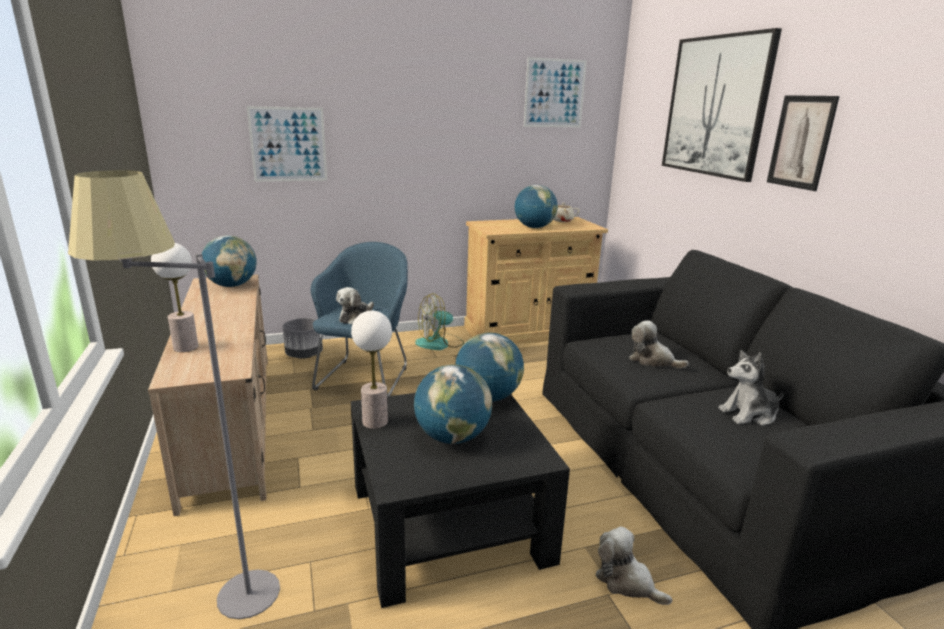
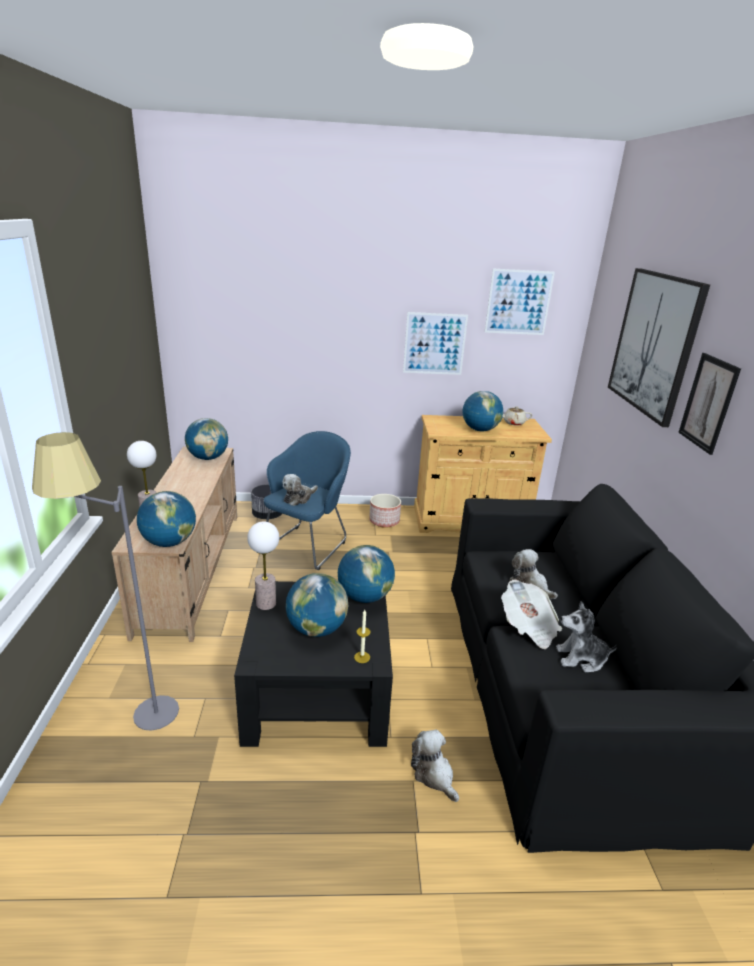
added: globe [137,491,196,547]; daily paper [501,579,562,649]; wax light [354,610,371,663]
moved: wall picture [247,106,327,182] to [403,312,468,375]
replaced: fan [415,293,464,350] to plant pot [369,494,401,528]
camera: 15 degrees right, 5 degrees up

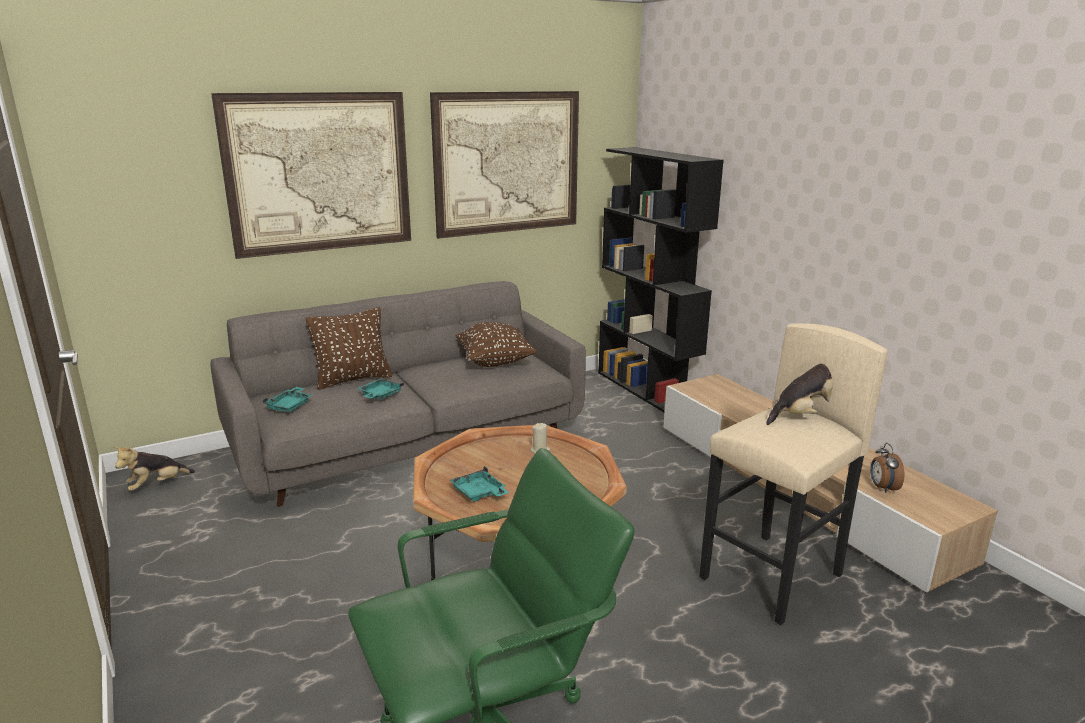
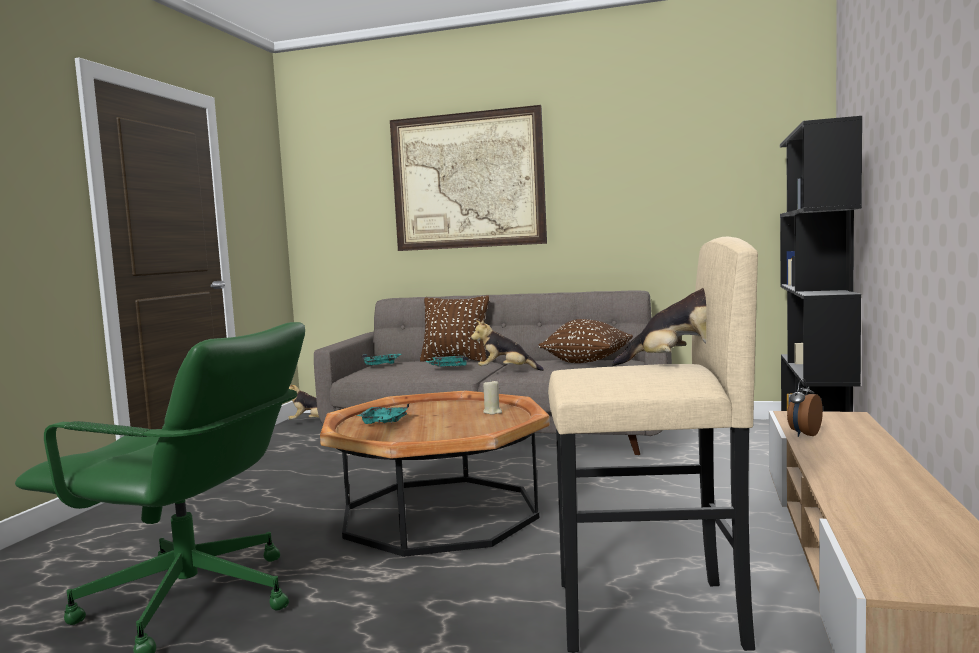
removed: wall picture [430,91,579,239]
added: soft toy [471,320,544,371]
moved: table clock [870,443,904,493] to [787,379,823,437]
camera: 45 degrees right, 15 degrees down

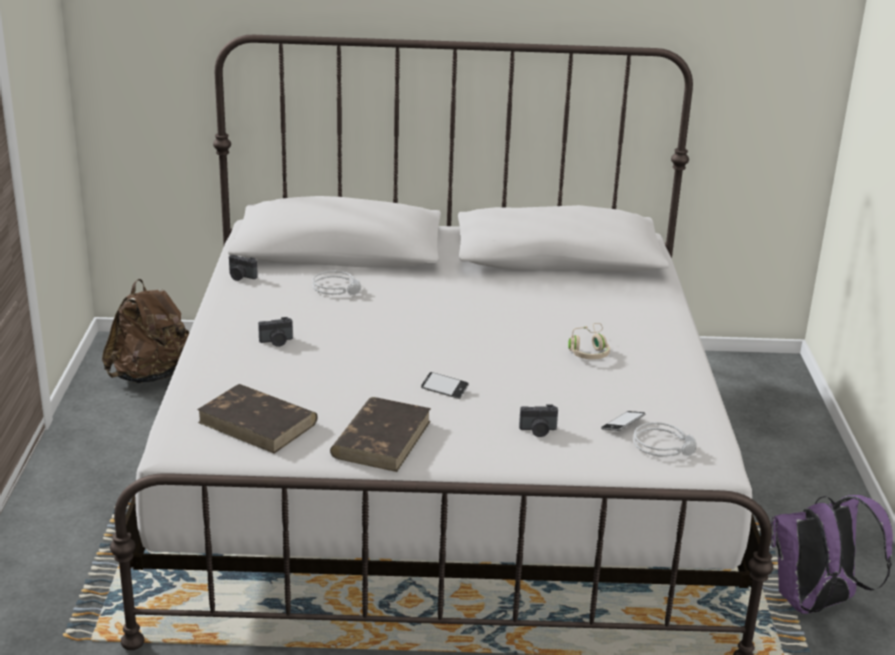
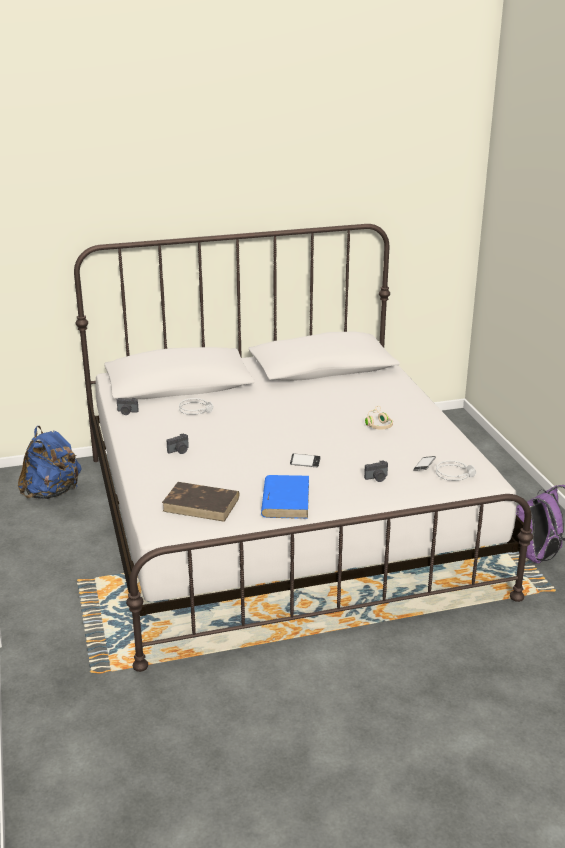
recoloured: brown backpack [102,279,189,383] to bluish backpack [18,426,81,499]; brown volume [330,397,431,472] to bluish volume [261,475,309,519]
camera: 15 degrees left, 0 degrees up

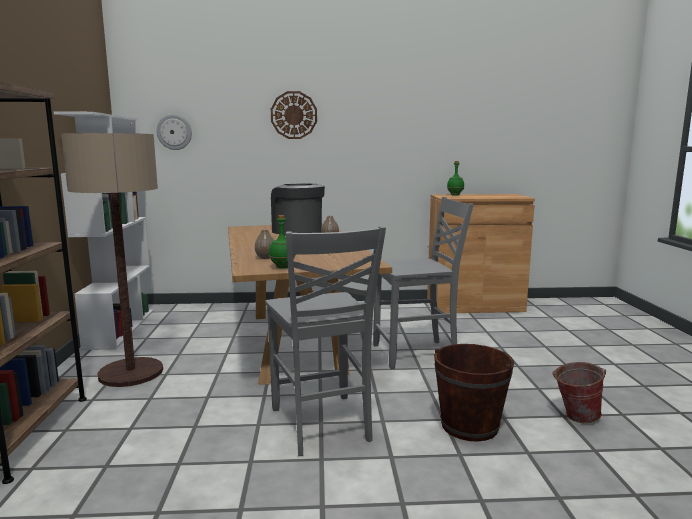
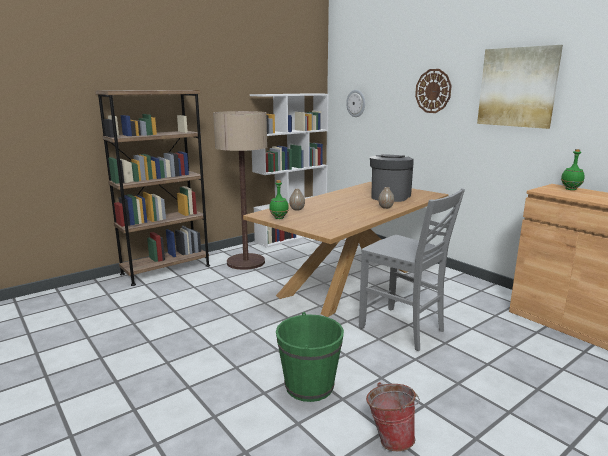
removed: grey chair [265,226,386,456]
added: wall picture [477,45,563,129]
recoloured: brown water bucket [434,344,514,442] to green-coloured water bucket [276,312,344,402]
camera: 55 degrees right, 5 degrees up

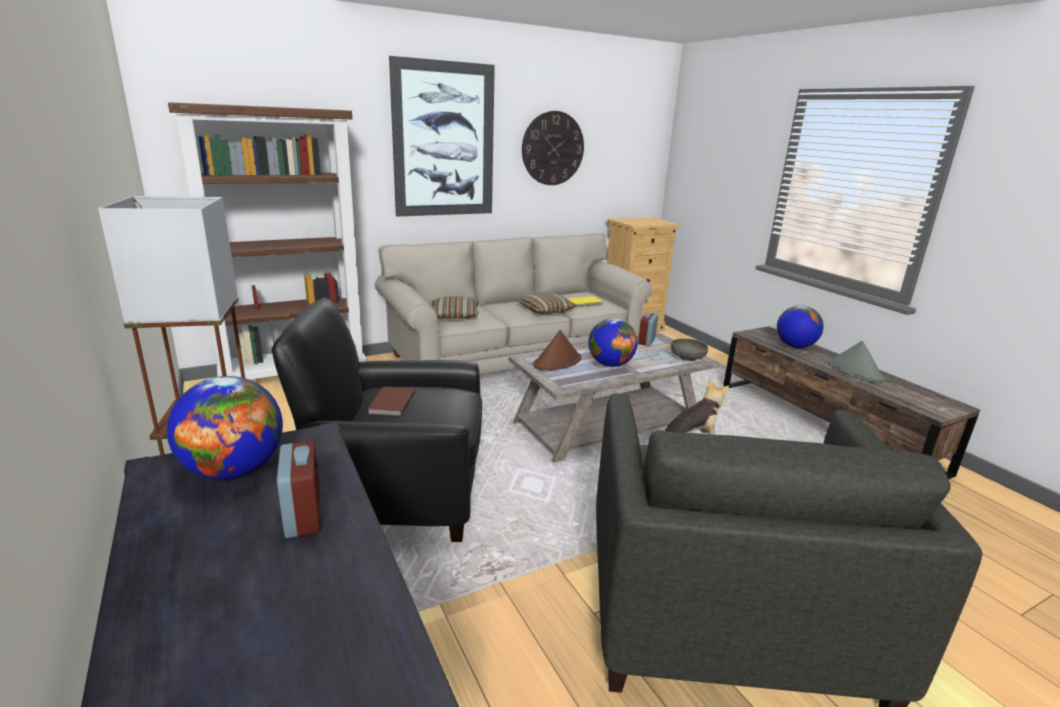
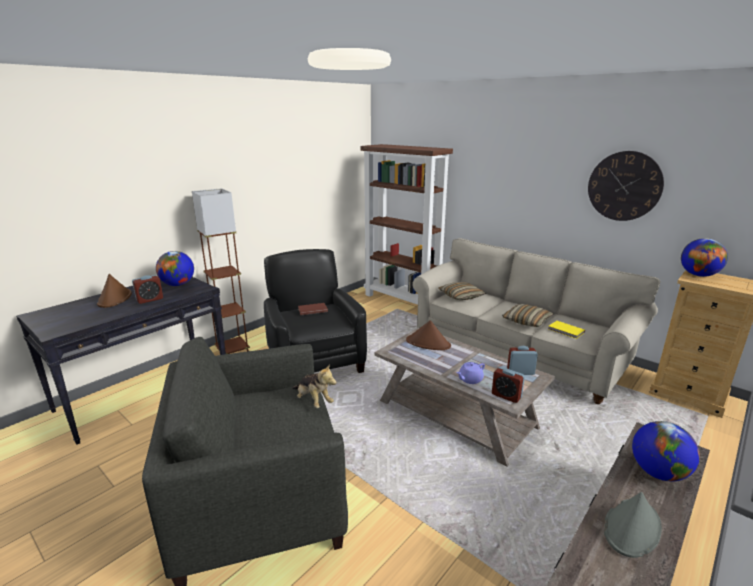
removed: wall picture [389,56,495,217]
added: brown hat [97,274,132,308]; purple pot for tea [457,362,485,384]
moved: globe [588,318,638,367] to [681,238,728,277]
replaced: grey serving bowl [671,338,708,361] to table clock [492,367,525,403]
camera: 70 degrees right, 0 degrees up

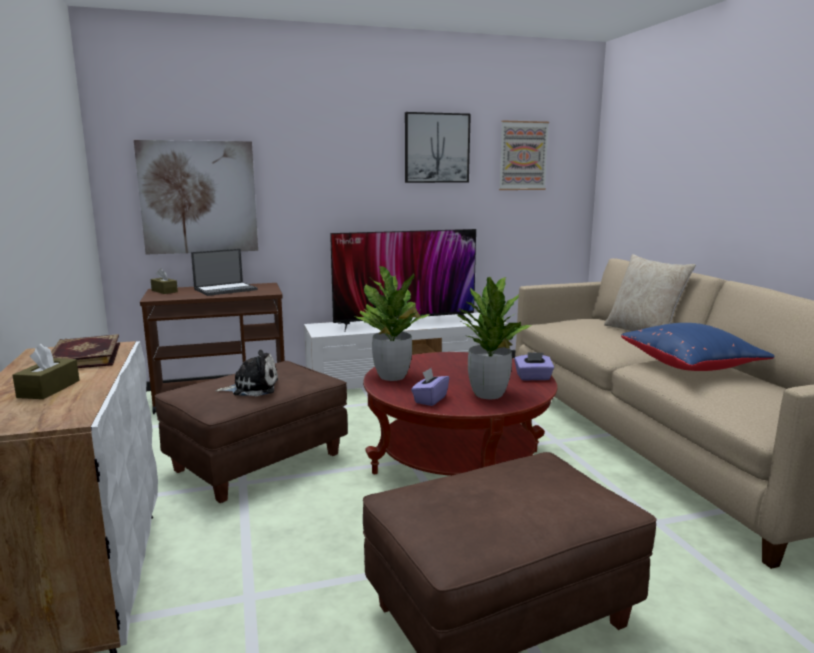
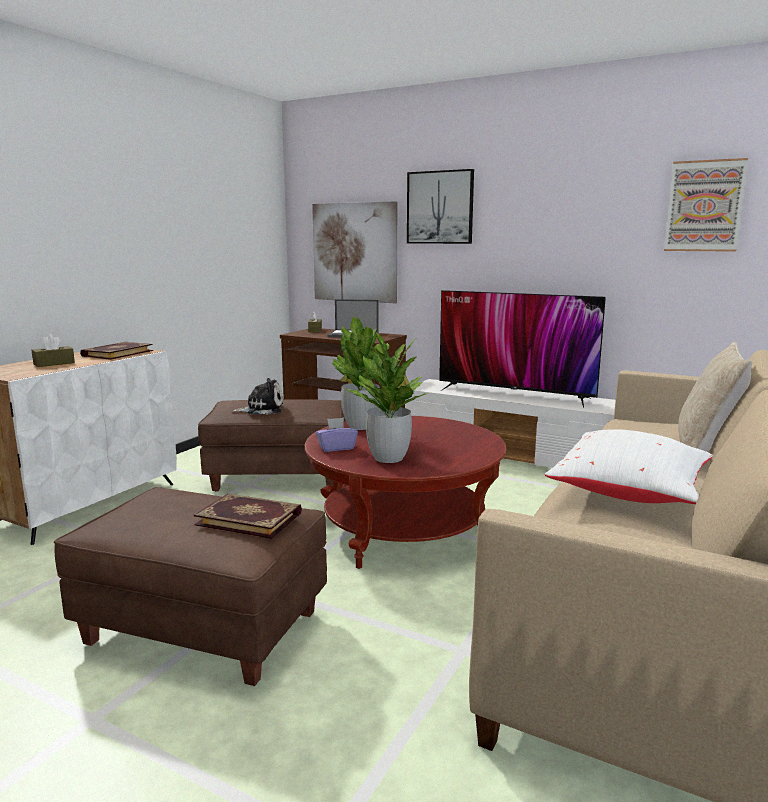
removed: purple box of tissues [514,352,554,381]
added: volume [194,494,302,539]
moved: wall picture [405,112,471,183] to [407,169,474,244]
recoloured: bluish cushion [621,323,775,371] to white-coloured cushion [545,429,713,504]
turned: soft toy [216,350,278,396] = [232,378,283,415] 45 degrees counterclockwise
camera: 45 degrees right, 0 degrees up

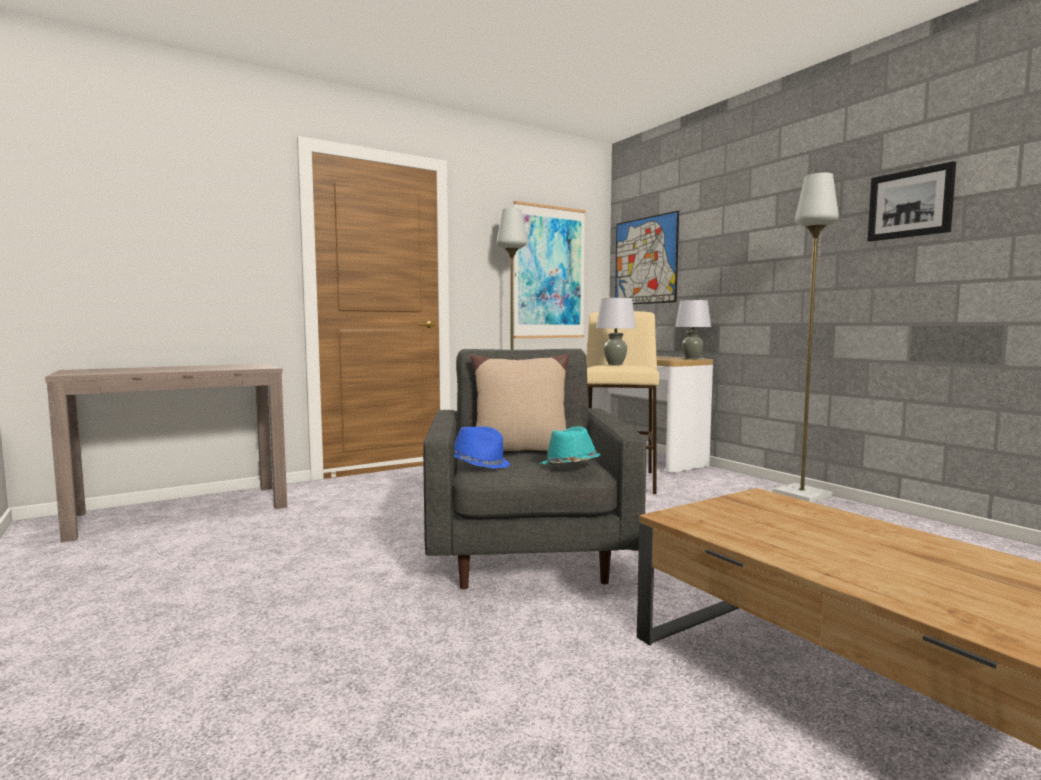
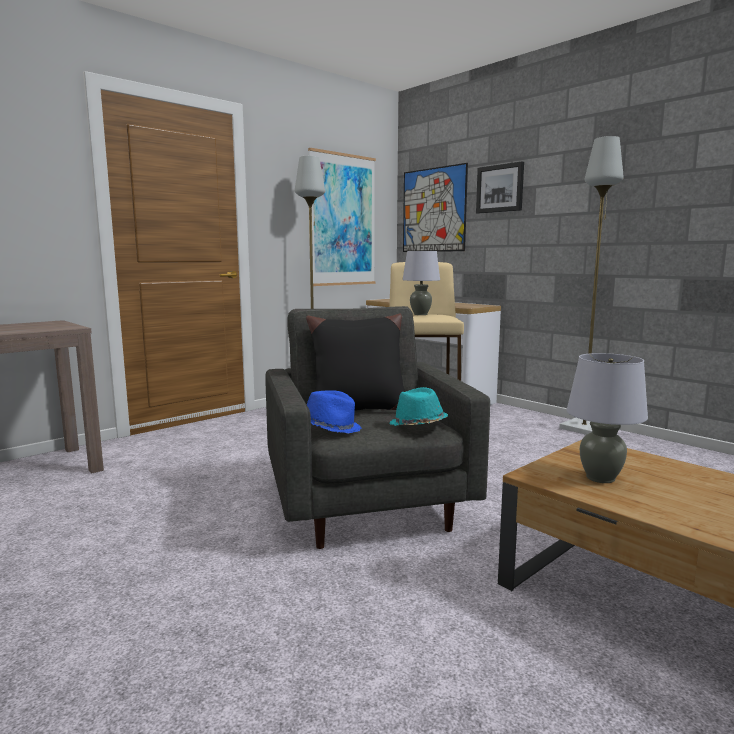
moved: wall picture [867,161,956,242] to [476,161,524,214]; grey table lamp [675,300,711,359] to [567,353,648,483]
recoloured: beige cushion [470,354,569,452] to black-coloured cushion [306,314,405,410]
camera: 10 degrees left, 5 degrees up

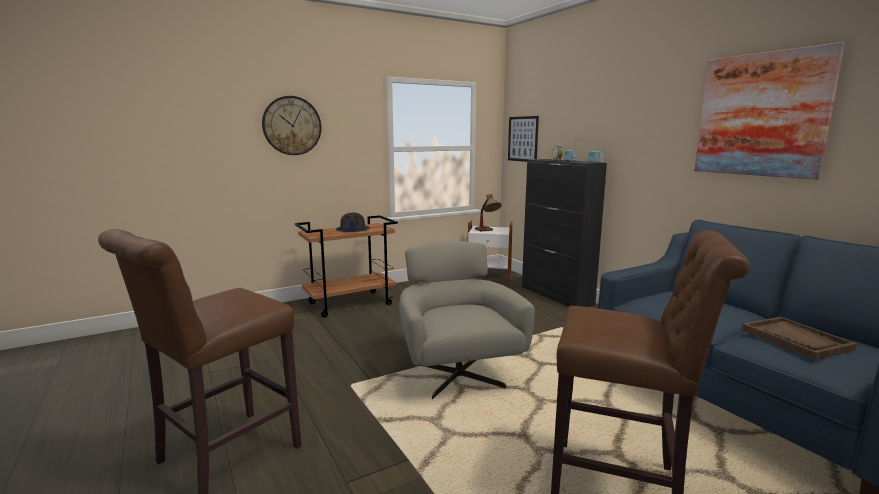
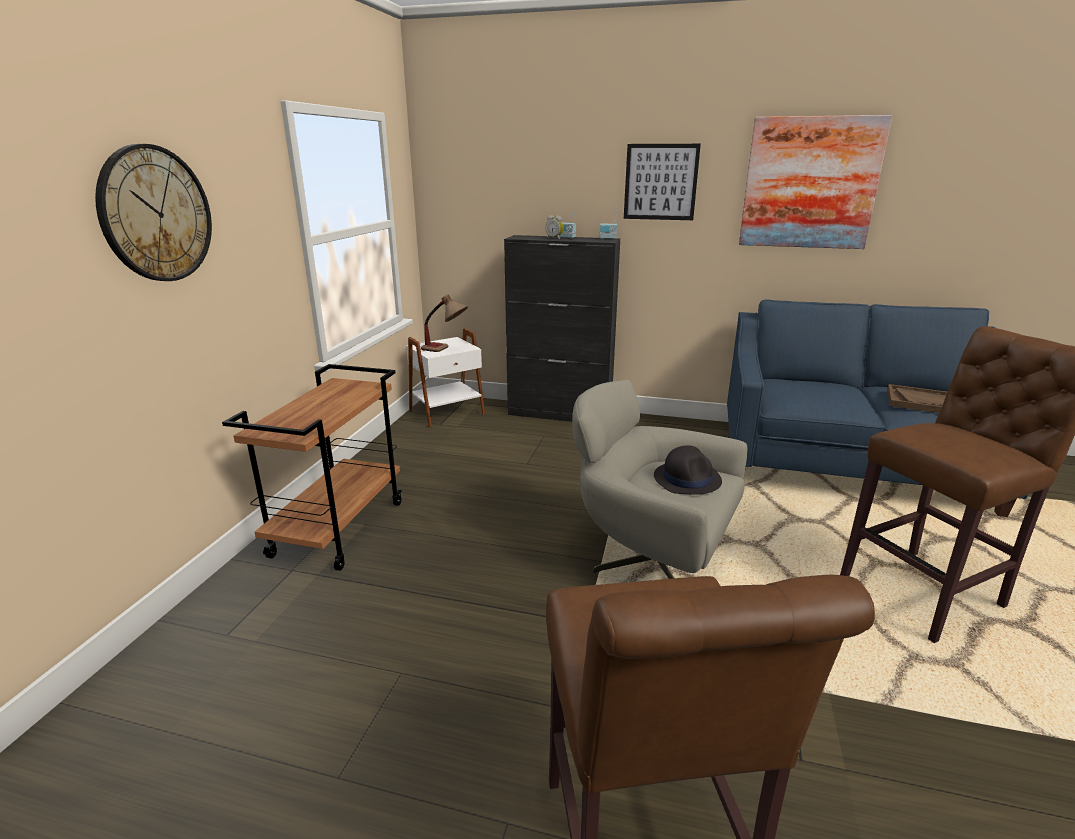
moved: wall picture [508,116,539,162] to [624,144,701,220]; black-coloured hat [336,213,370,232] to [654,446,722,495]
camera: 45 degrees left, 10 degrees up

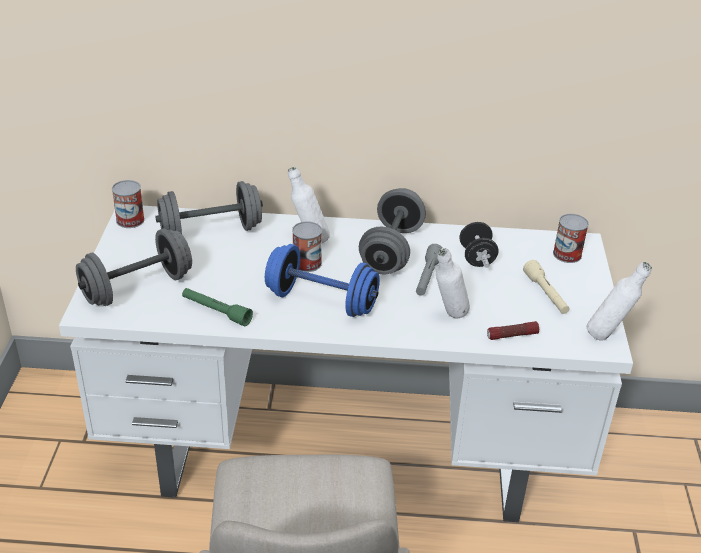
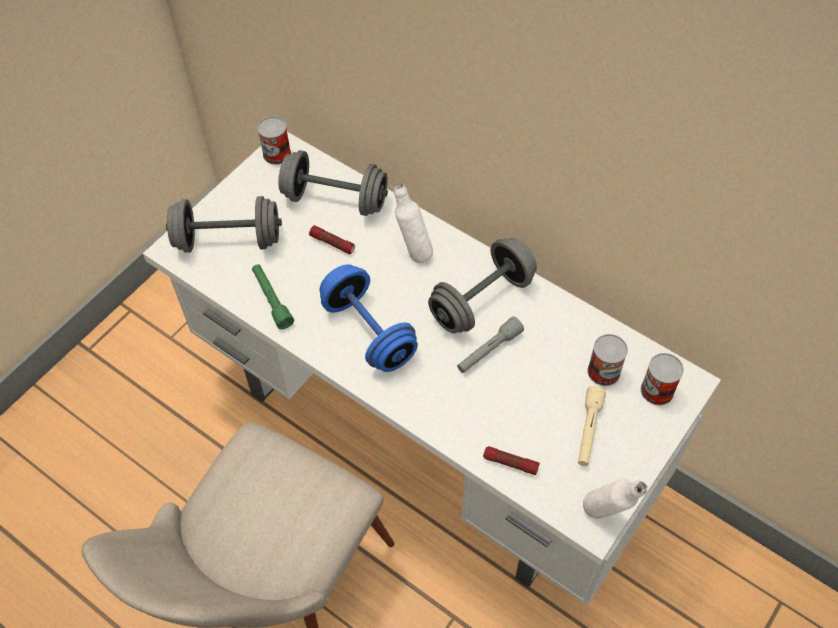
removed: black-coloured free weight [460,222,498,268]; white-coloured drink bottle [436,248,470,318]
added: flashlight [309,225,355,254]
moved: metal can [292,221,322,272] to [587,334,628,386]
camera: 35 degrees right, 20 degrees up

